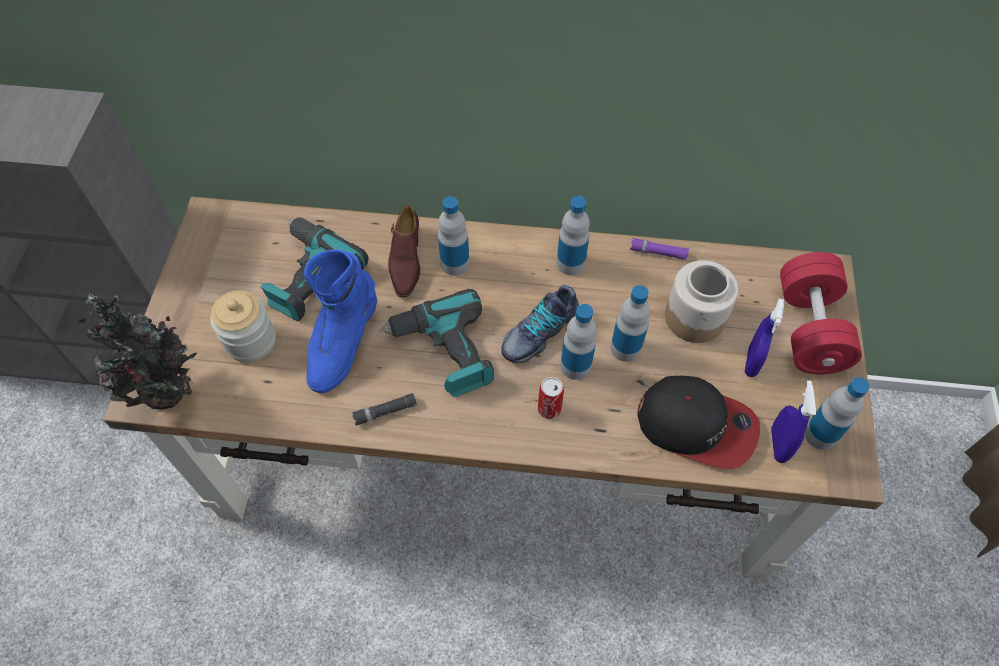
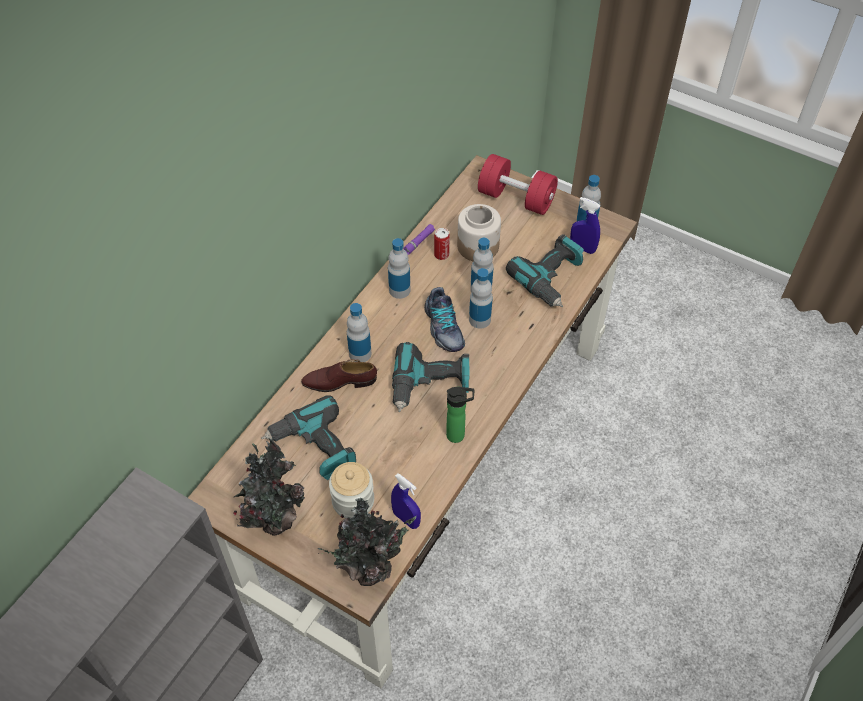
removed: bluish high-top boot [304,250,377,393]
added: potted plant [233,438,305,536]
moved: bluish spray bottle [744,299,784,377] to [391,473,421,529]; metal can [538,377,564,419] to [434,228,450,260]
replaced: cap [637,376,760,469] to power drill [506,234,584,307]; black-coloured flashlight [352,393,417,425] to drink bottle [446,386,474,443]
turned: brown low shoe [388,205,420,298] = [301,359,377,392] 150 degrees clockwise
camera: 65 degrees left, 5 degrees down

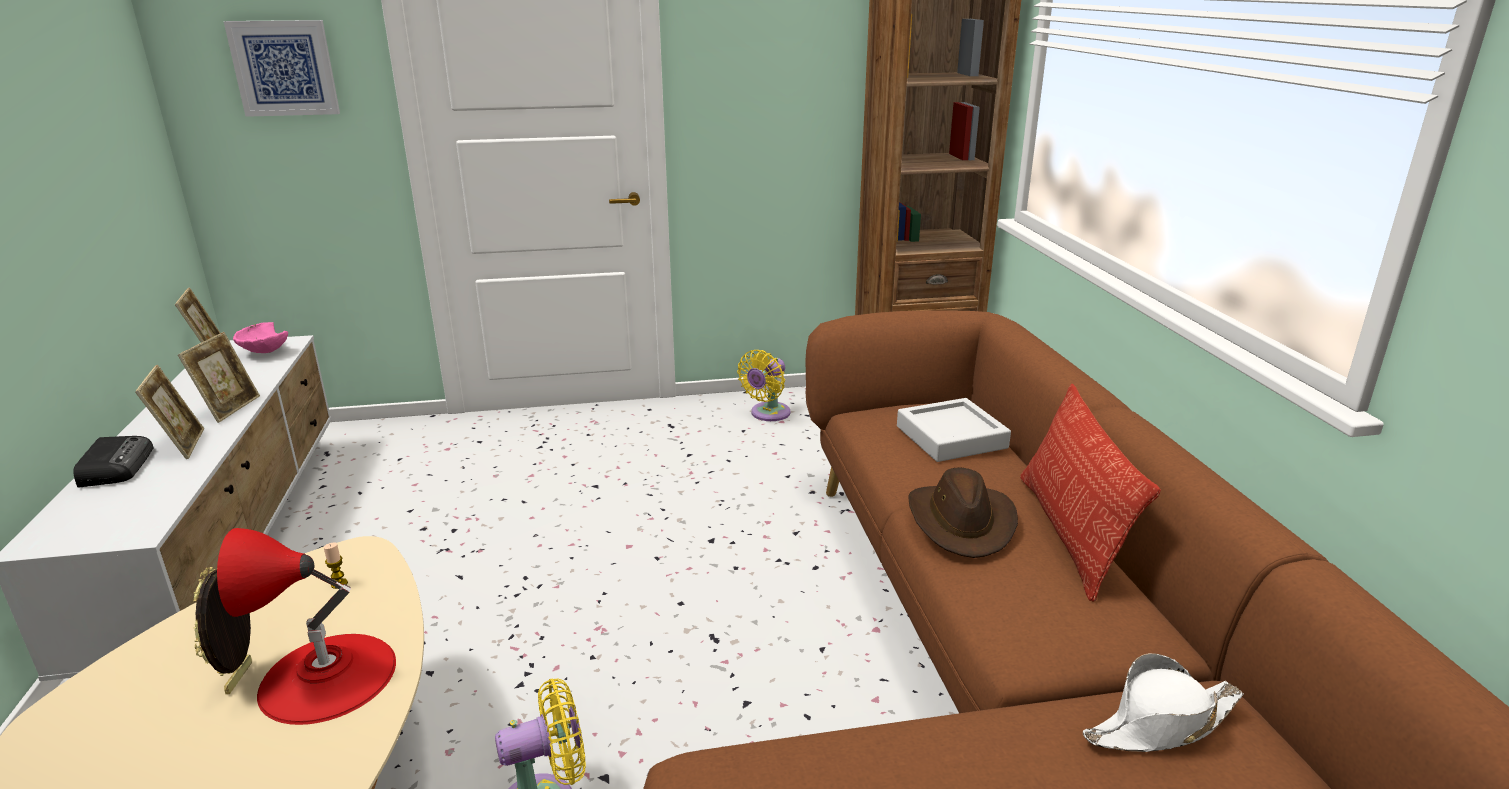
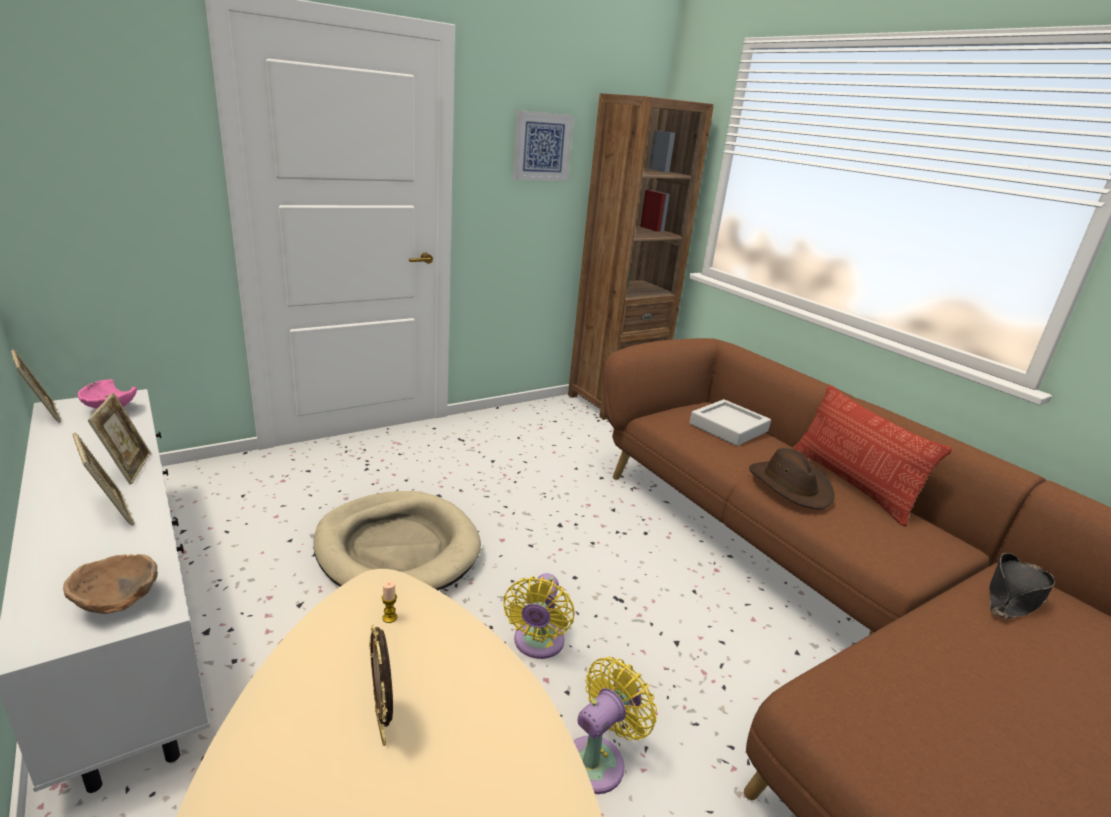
removed: radio [73,436,154,488]; red table lamp [217,528,396,725]
added: beige dog bed [314,491,481,590]; brown serving bowl [63,554,158,614]
moved: wall picture [224,20,340,117] to [513,110,574,181]; yellow-coloured fan [737,350,790,421] to [503,573,574,659]
recoloured: white-coloured hat [1083,653,1244,752] to black-coloured hat [990,553,1055,618]
camera: 25 degrees left, 0 degrees up

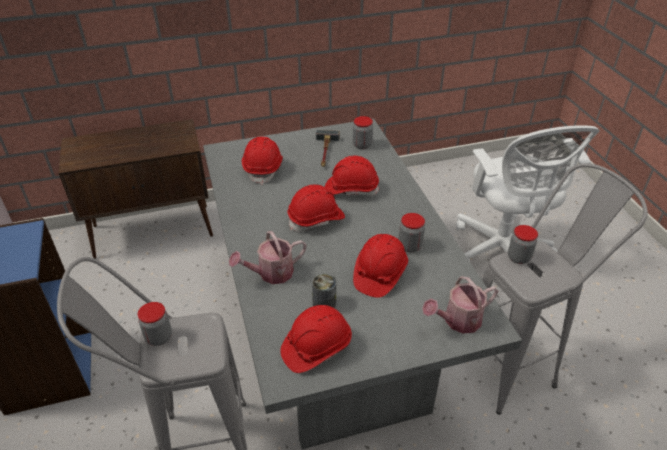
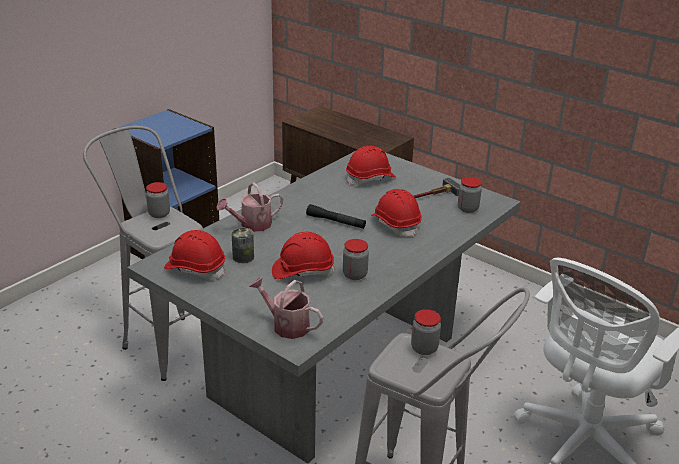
replaced: red safety helmet [288,184,345,232] to black-coloured flashlight [306,204,366,229]
turned: watering can [229,231,306,284] = [216,182,283,232] 60 degrees counterclockwise
camera: 55 degrees right, 10 degrees down

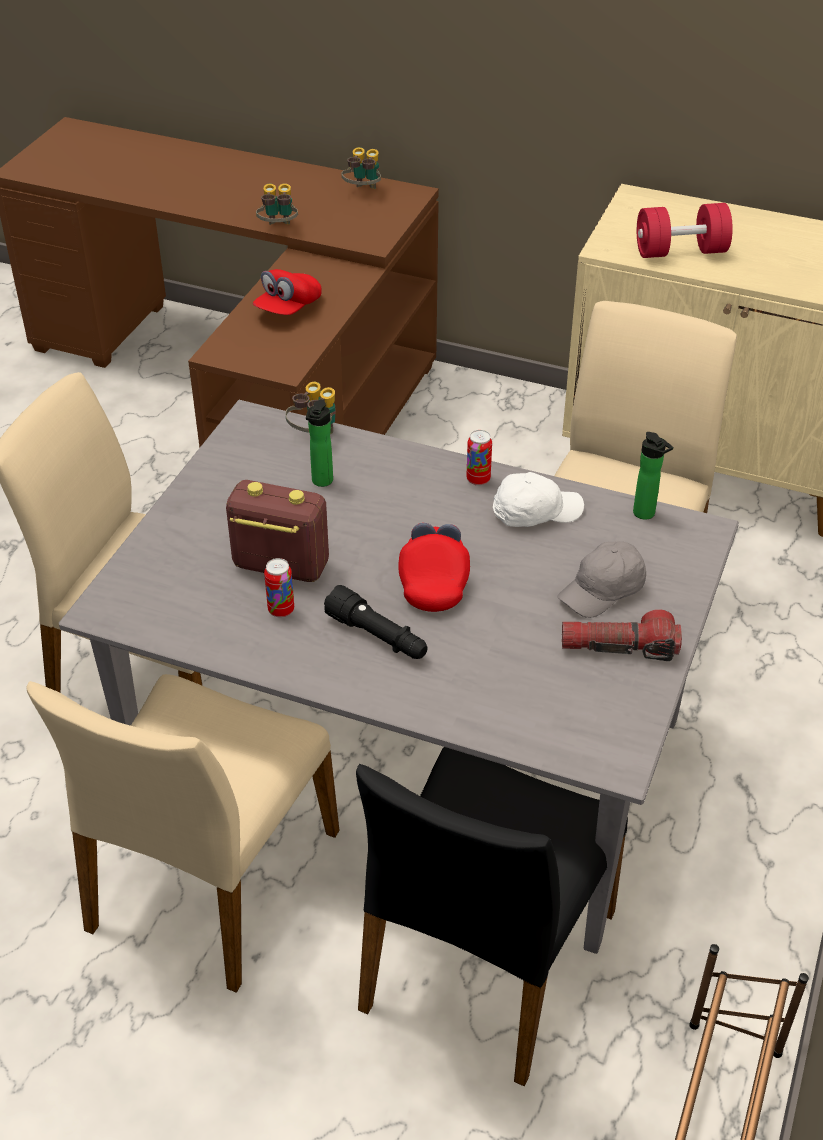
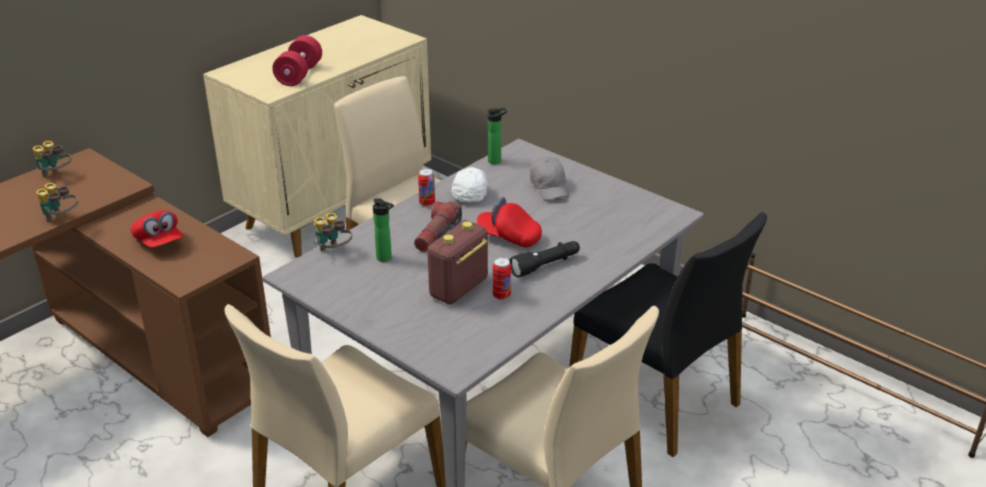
moved: flashlight [562,609,682,661] to [414,201,462,252]
camera: 70 degrees left, 10 degrees down

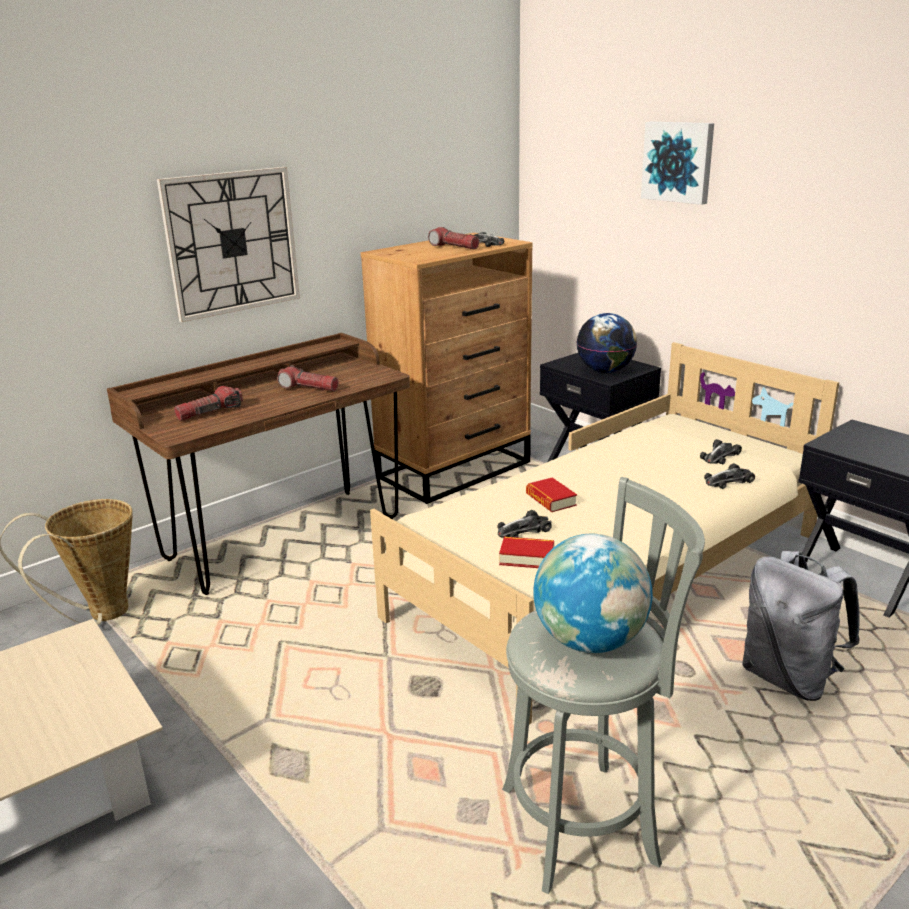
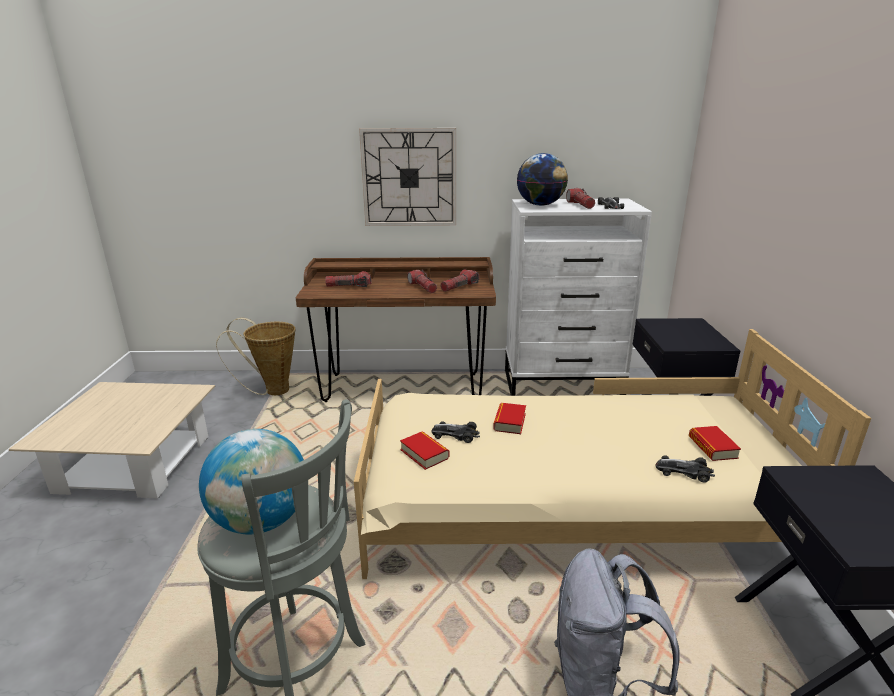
removed: wall picture [641,122,714,205]
added: flashlight [440,269,479,292]
moved: globe [576,313,637,373] to [517,153,568,206]
replaced: miniature car [700,439,742,464] to volume [689,426,741,461]
recoloured: brown chest of drawers [361,233,533,504] to white-coloured chest of drawers [505,198,652,396]
camera: 40 degrees right, 0 degrees up

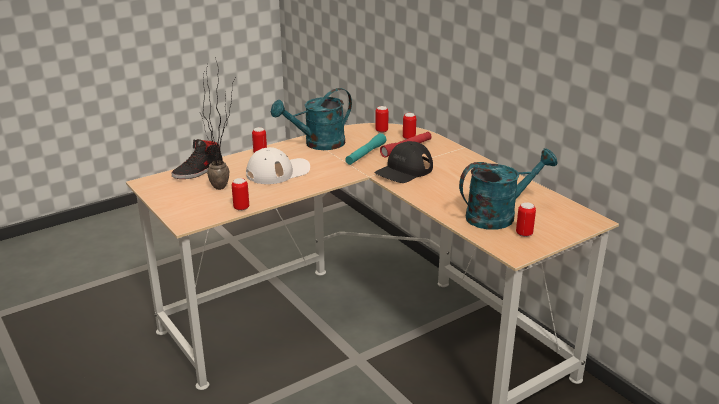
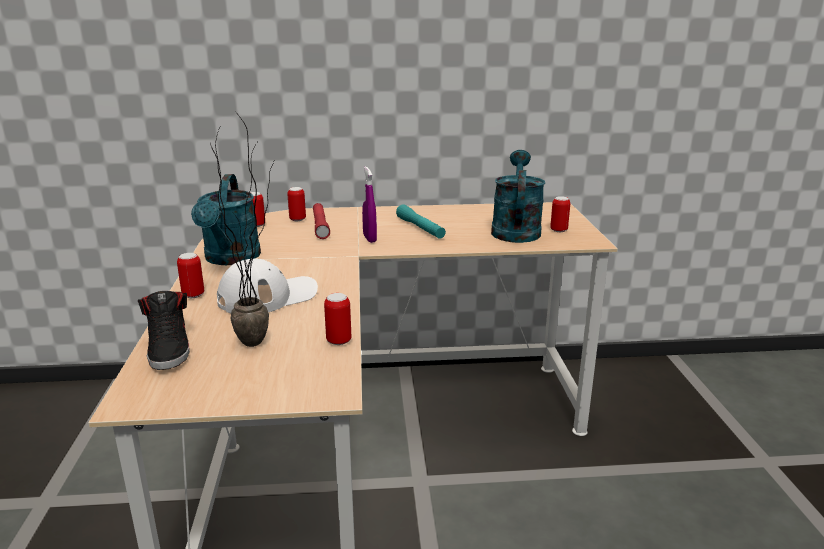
moved: turquoise flashlight [345,133,386,165] to [396,205,446,239]
replaced: black-coloured cap [374,141,433,183] to purple spray bottle [362,167,377,243]
turned: white-coloured cap [246,147,310,184] = [217,259,318,313] 60 degrees clockwise
camera: 60 degrees left, 5 degrees down

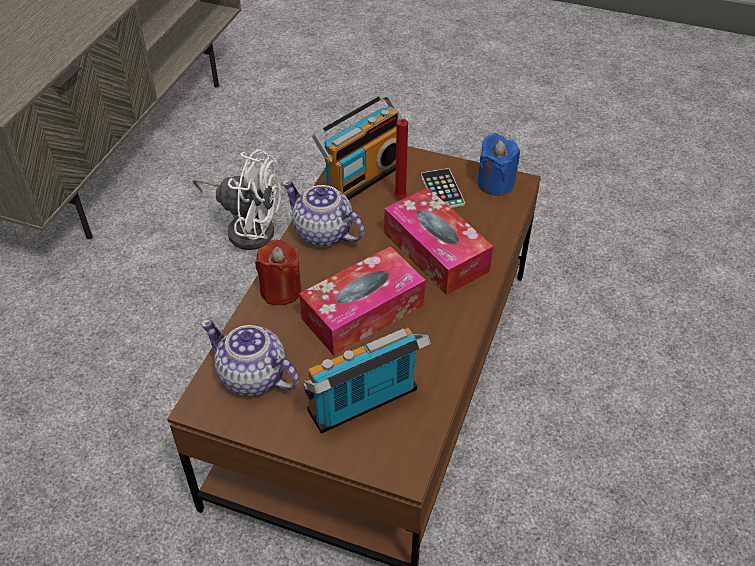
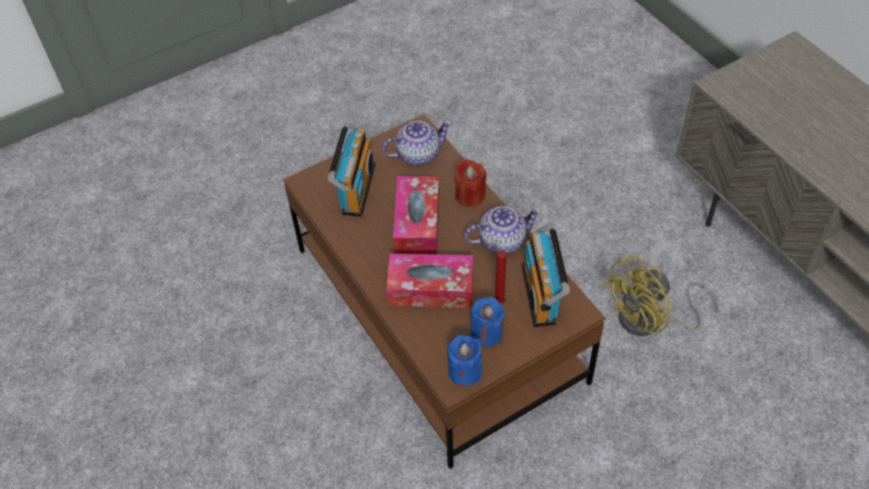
replaced: phone [421,168,465,208] to bluish wax light [470,297,505,347]
recoloured: white-coloured fan [193,149,281,250] to yellow-coloured fan [602,254,719,336]
camera: 130 degrees right, 5 degrees up

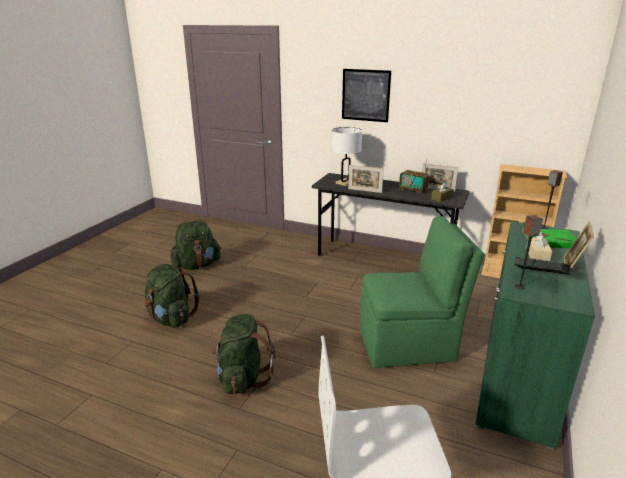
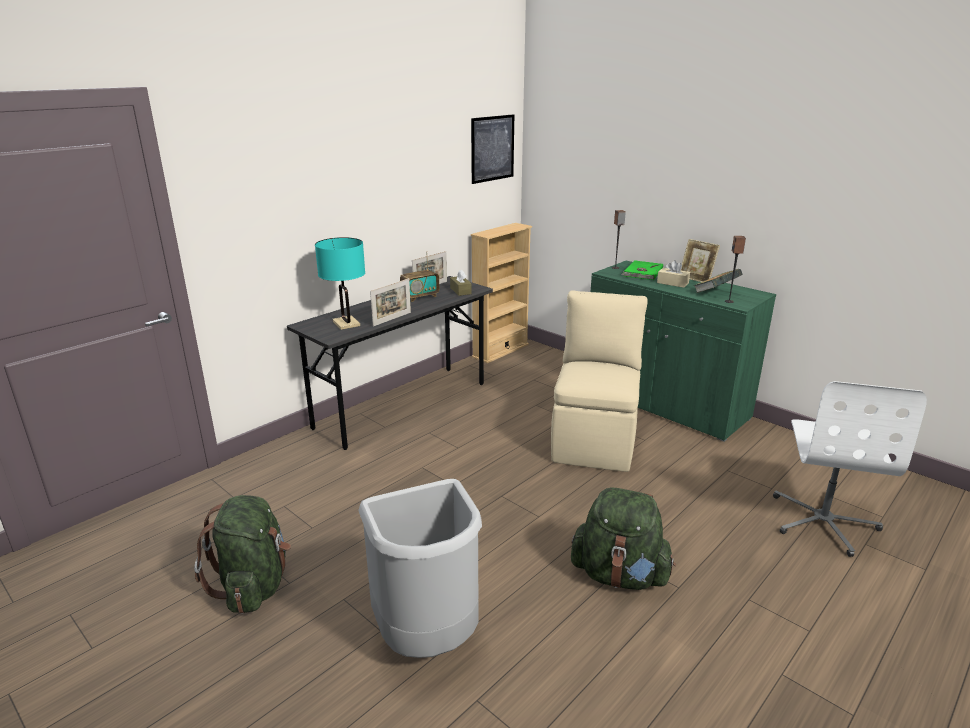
moved: wall picture [342,69,391,122] to [471,114,514,184]
replaced: green-coloured backpack [144,264,199,327] to grey trash can [358,479,482,658]
recoloured: white-coloured table lamp [332,127,362,186] to turquoise table lamp [315,237,365,330]; green-coloured chair [359,216,484,368] to beige chair [551,290,648,472]
camera: 70 degrees left, 0 degrees up

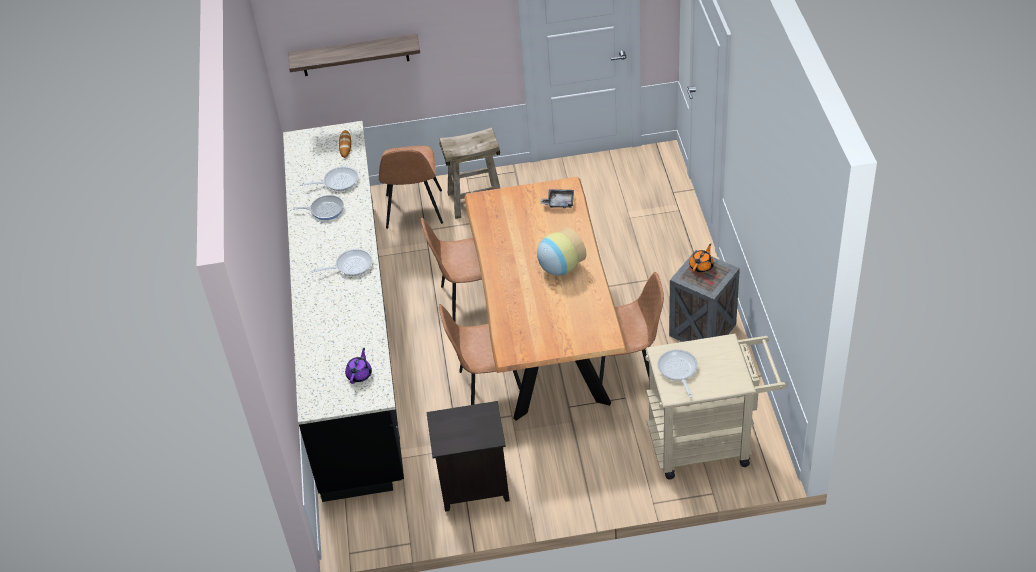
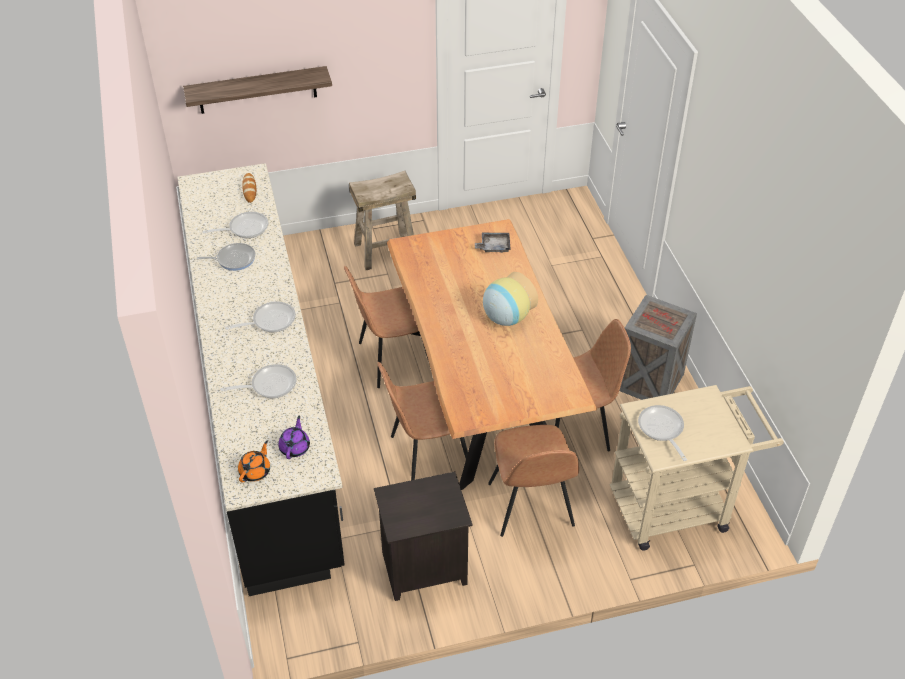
added: skillet [220,364,297,398]
moved: brown chair [379,146,443,229] to [488,425,579,537]; orangey pot for tea [689,244,714,273] to [238,441,270,482]
camera: 10 degrees left, 0 degrees up

